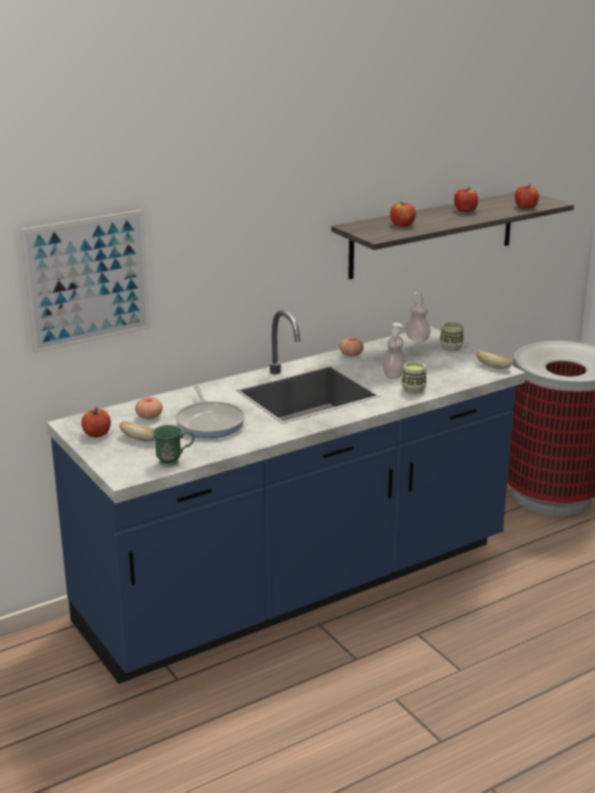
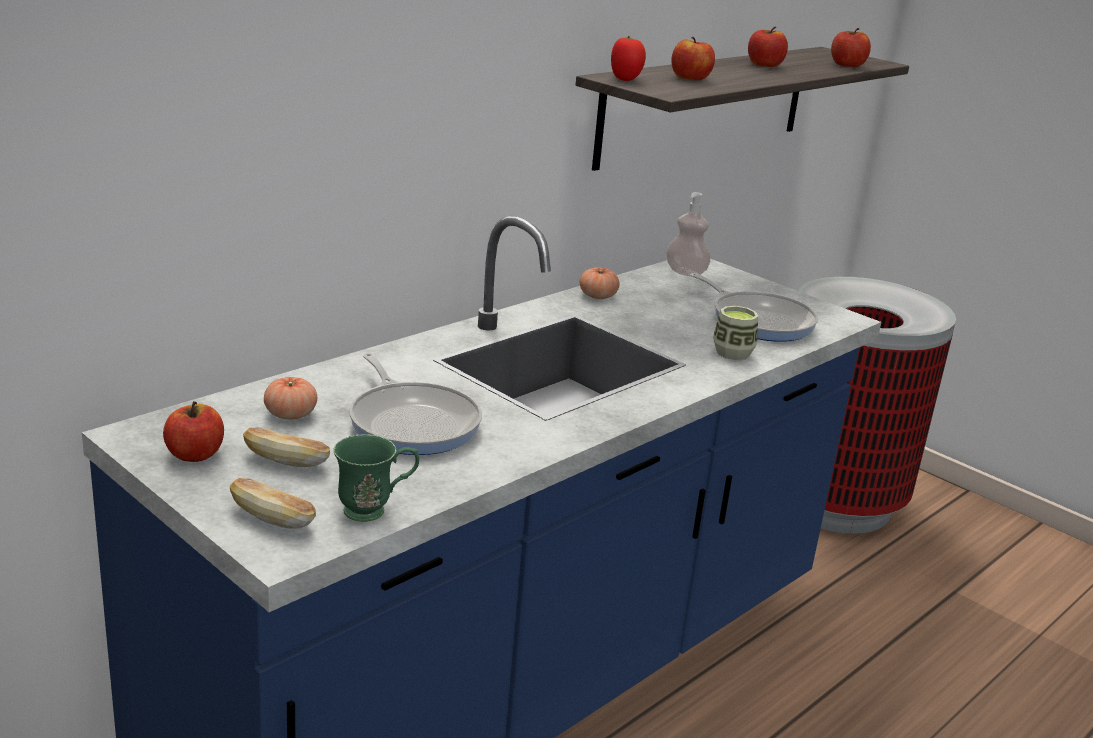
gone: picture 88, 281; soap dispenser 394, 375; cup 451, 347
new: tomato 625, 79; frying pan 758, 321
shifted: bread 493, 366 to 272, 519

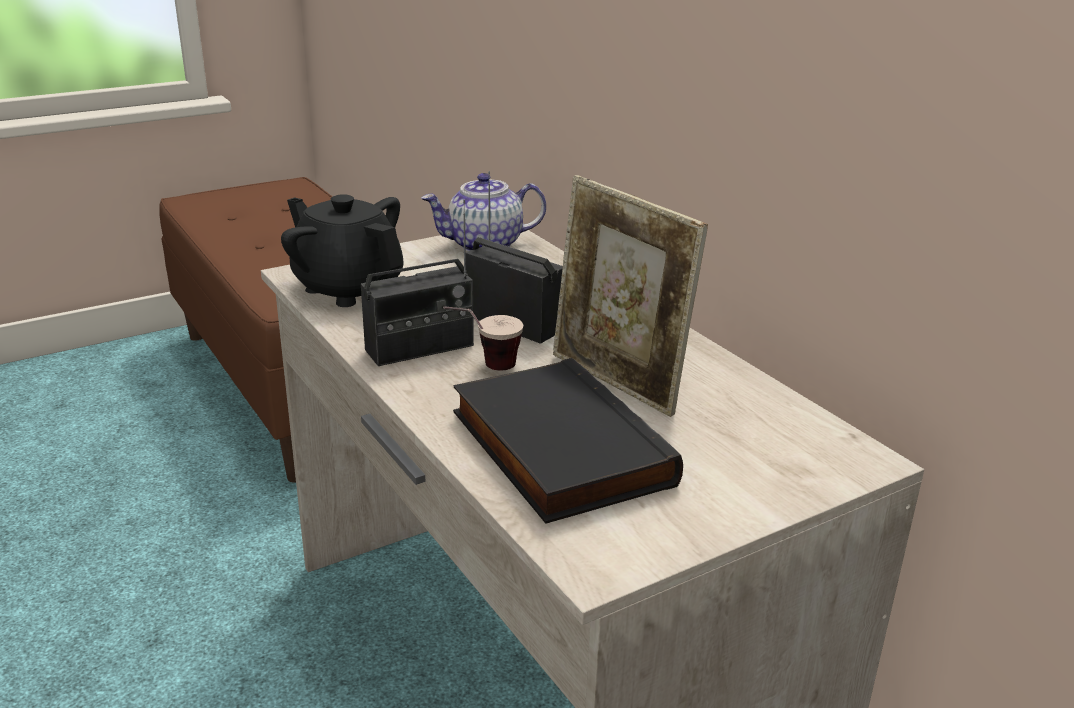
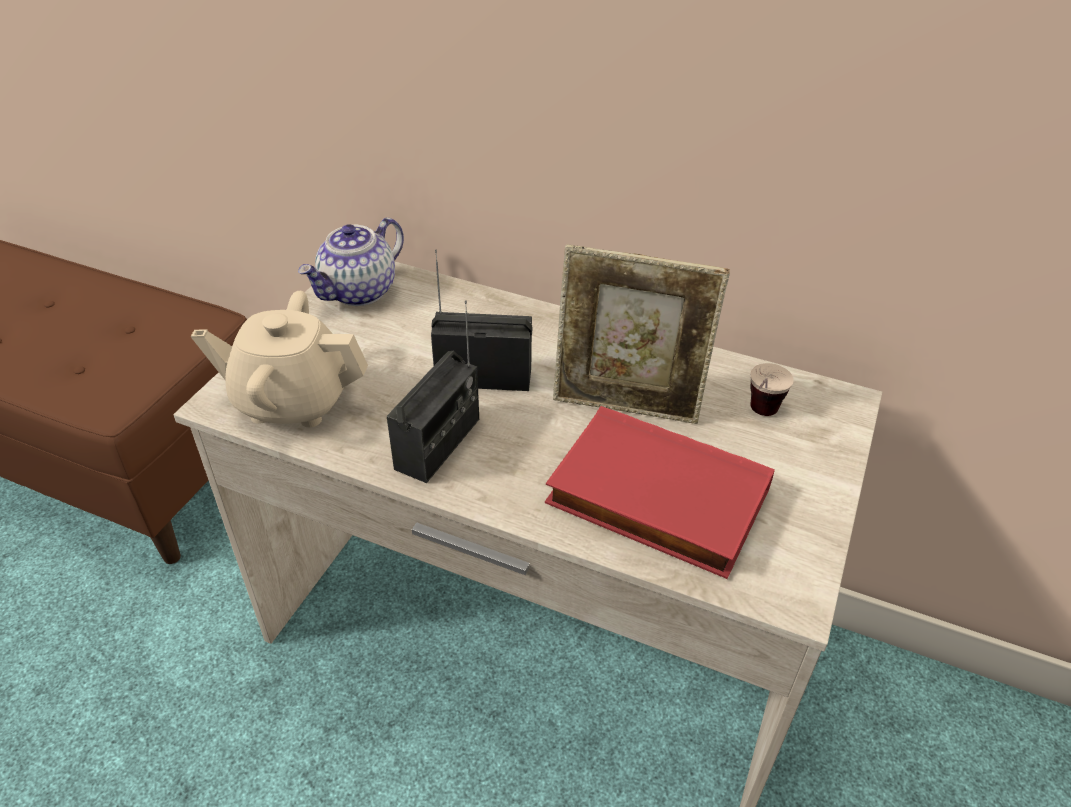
shifted: cup 483, 368 to 758, 417
repainted: black teapot 348, 288 to beige teapot 292, 400; black book 555, 448 to red book 654, 499

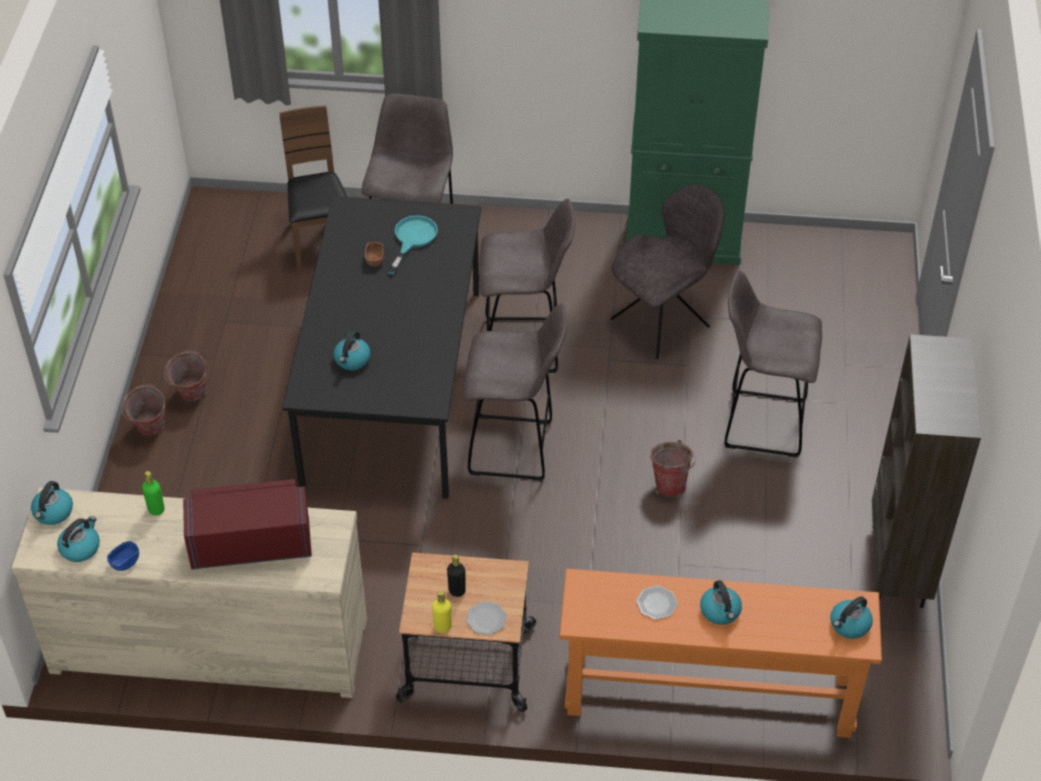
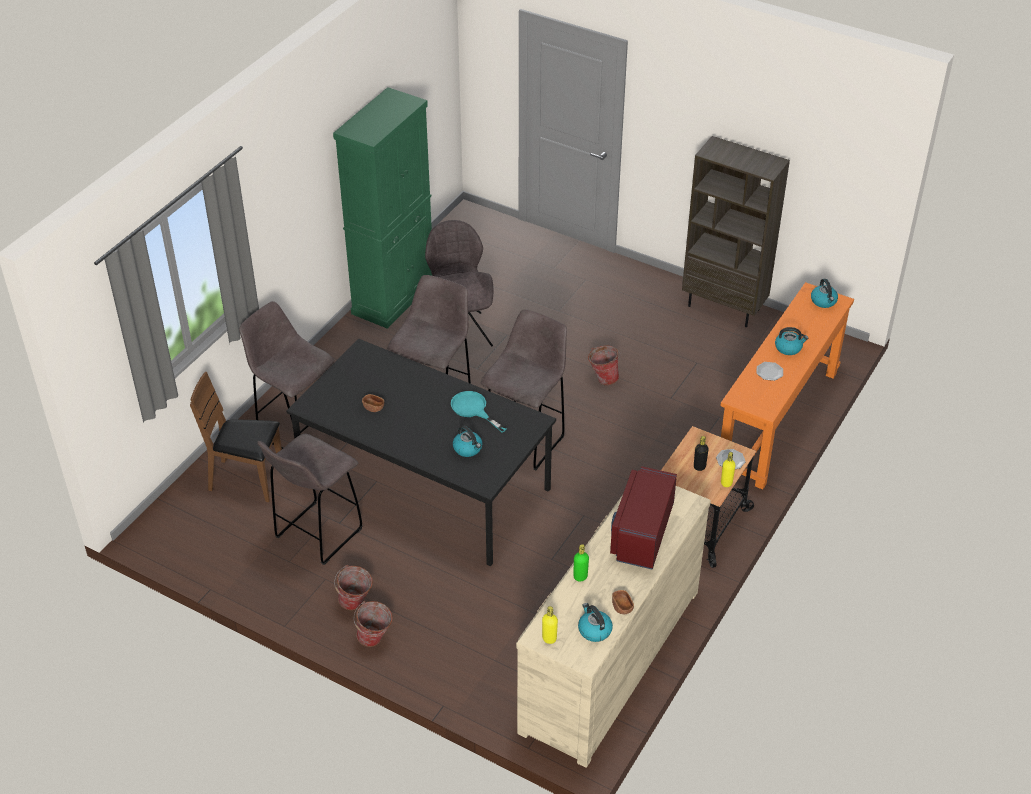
shifted: grey stool 761, 423 to 317, 534; turquoise frying pan 412, 239 to 473, 409
swapped: kettle 53, 512 to yellow bottle 549, 638
repainted: blue bowl 125, 562 to brown bowl 622, 607

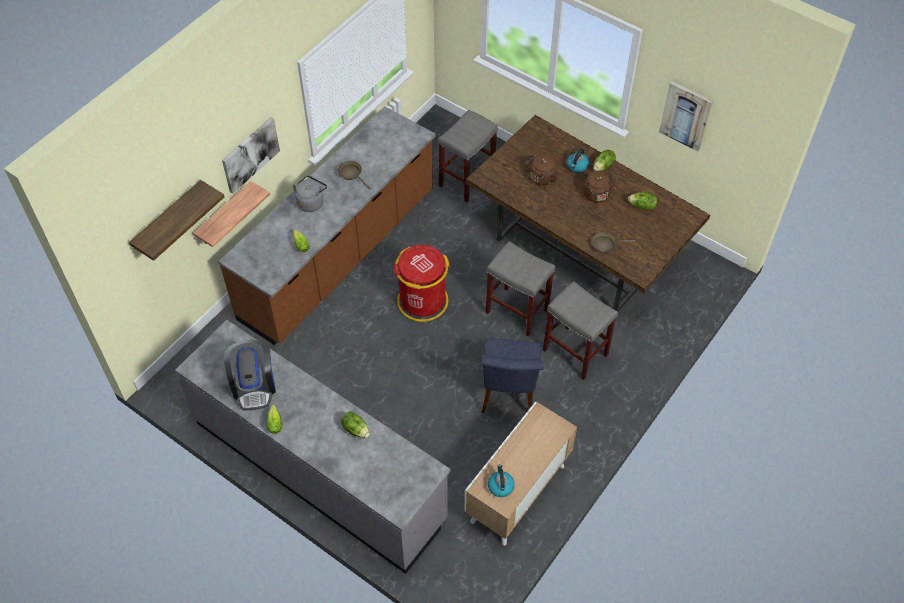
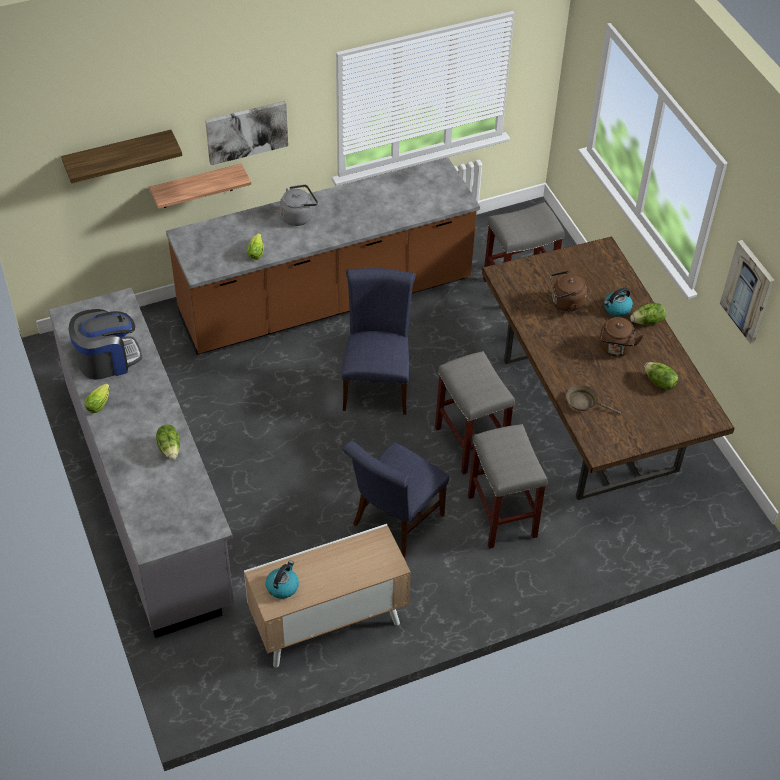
gone: brown frying pan 351, 174
swapped: red trash can 422, 301 to blue chair 376, 385
rotated: coffee machine 254, 386 = 107, 359 135 degrees counterclockwise

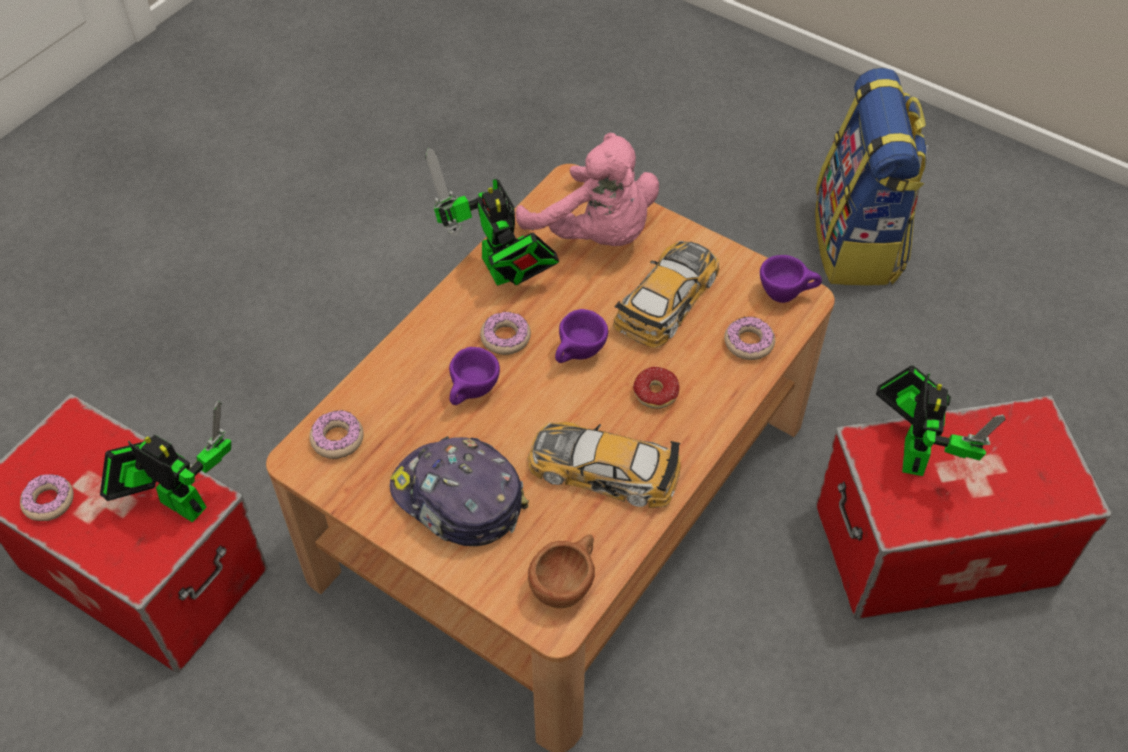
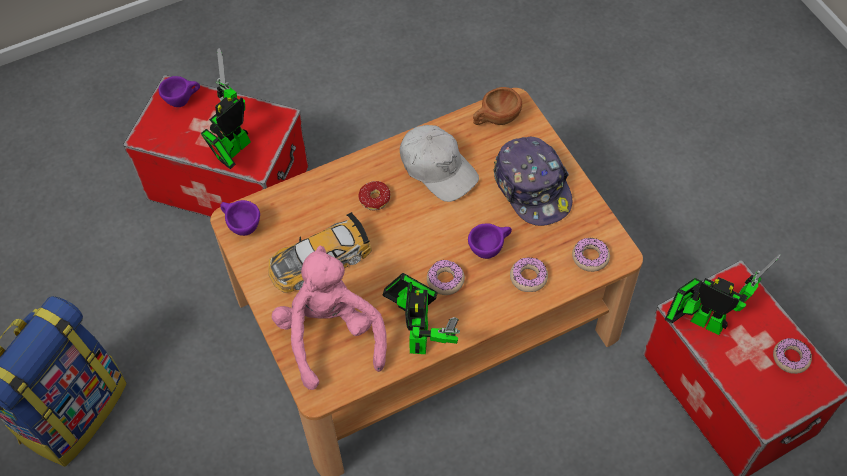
shifted: purple cup 578, 356 to 183, 100; donut 748, 343 to 528, 277
swapped: toy car 602, 469 to white cap 438, 168
rotated: toy robot 177, 501 = 702, 320 150 degrees clockwise

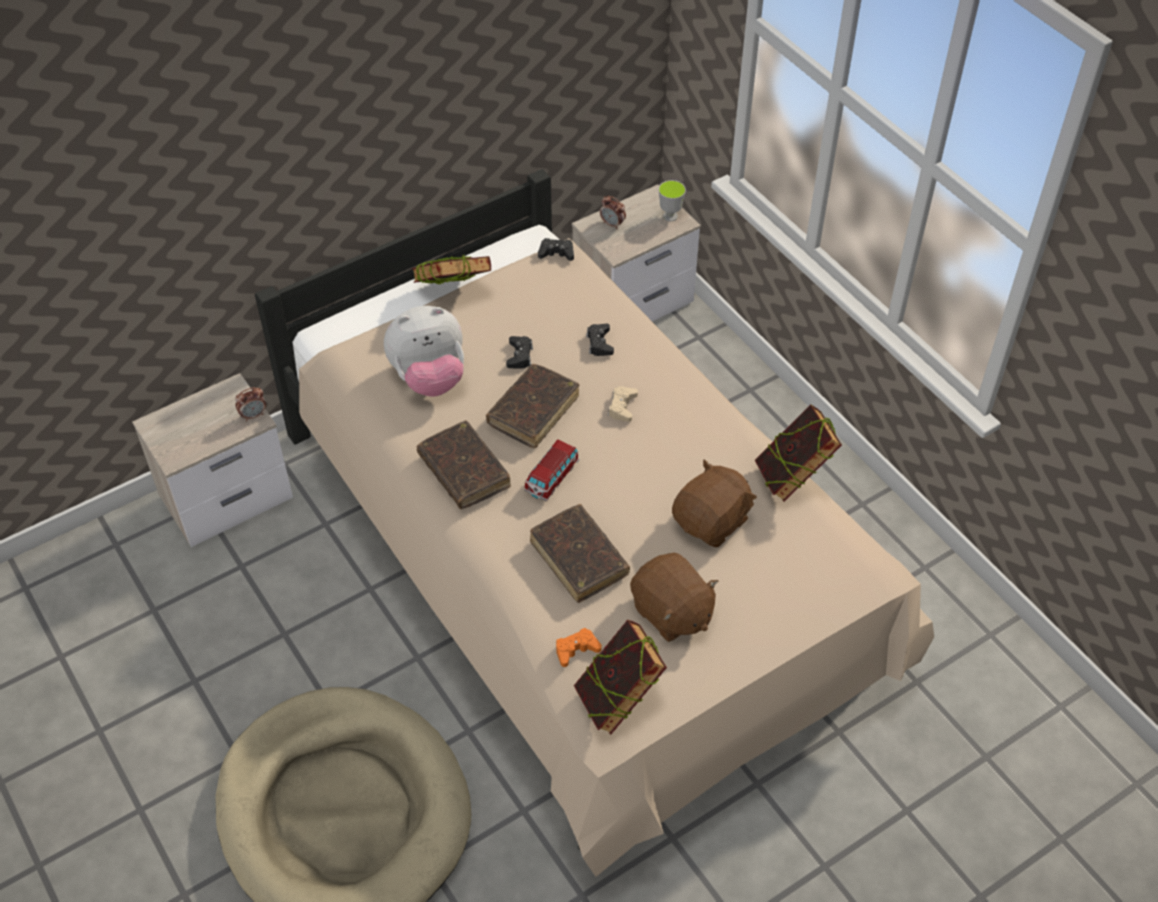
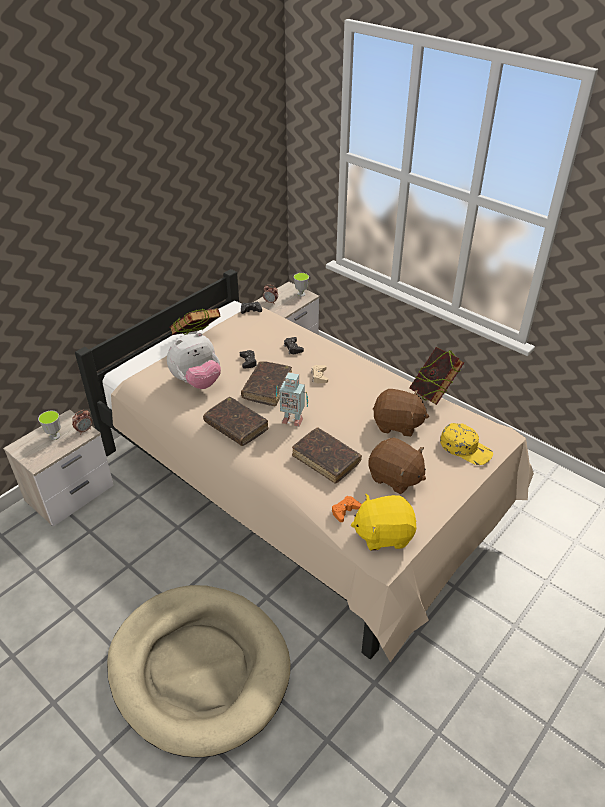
new: cup 54, 436; yellow cap 466, 448
swapped: toy car 552, 478 to toy robot 292, 419; book 618, 699 to yellow plush toy 383, 534
rotated: brown plush toy 712, 521 = 397, 424 75 degrees clockwise

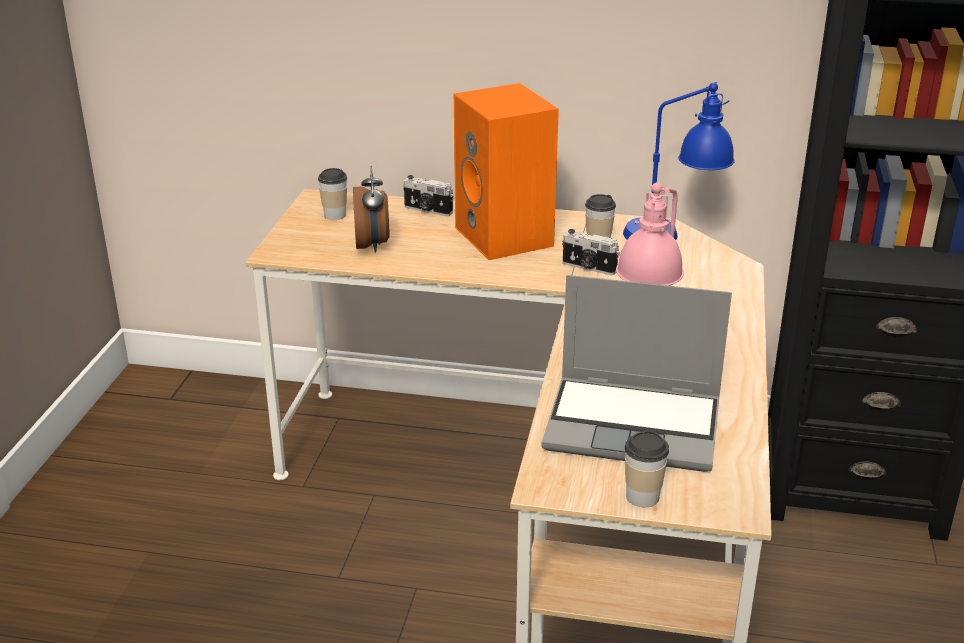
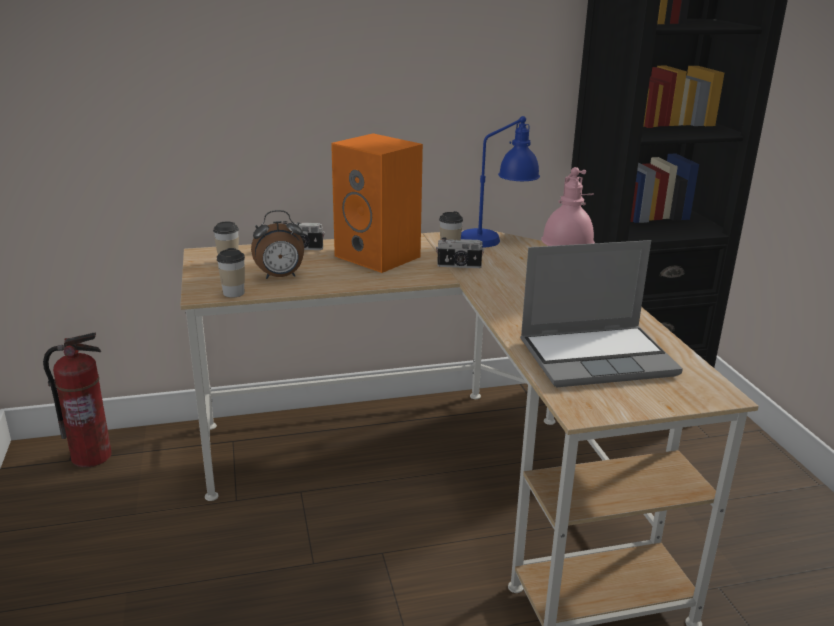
new: fire extinguisher 92, 456
shifted: cup 642, 497 to 233, 293
rotated: alarm clock 372, 245 = 280, 277 105 degrees clockwise

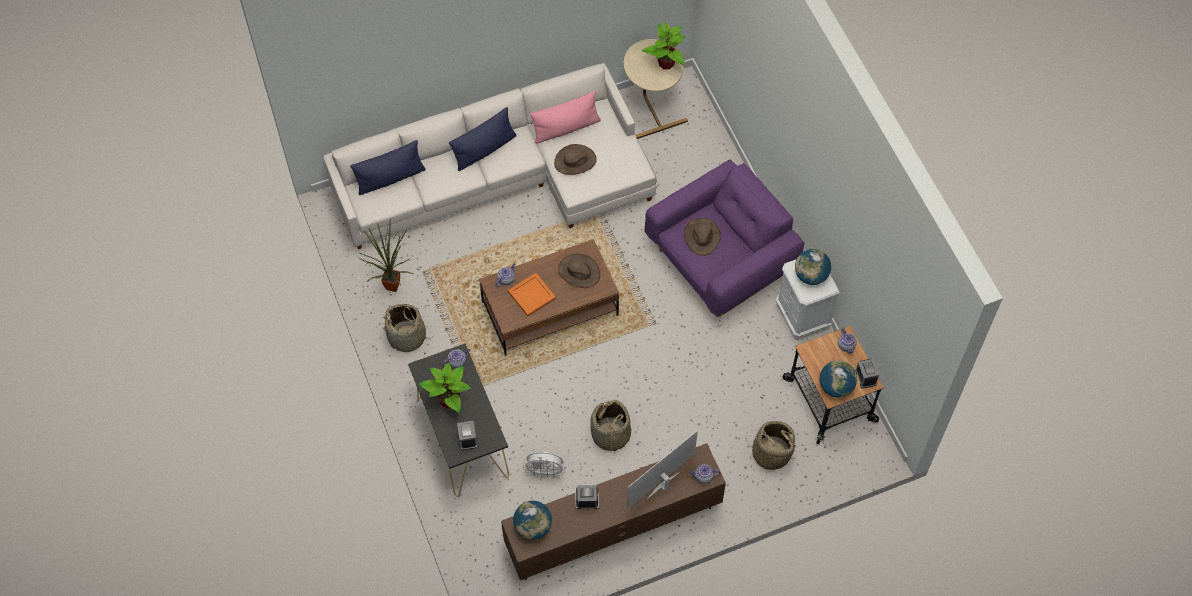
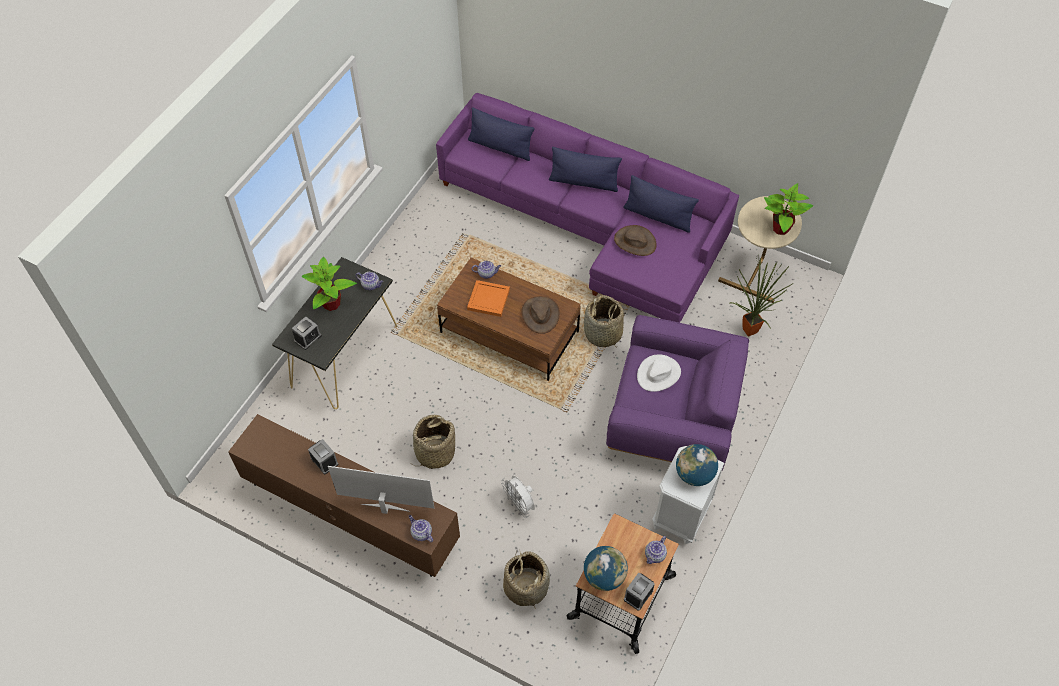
gone: globe 533, 527
shifted: white fan 545, 472 to 520, 505; basket 407, 337 to 603, 334; potted plant 390, 285 to 748, 328
repainted: white sofa 504, 178 to purple sofa 592, 225; pink pillow 566, 128 to blue pillow 658, 216; brown hat 702, 237 to white hat 658, 374

